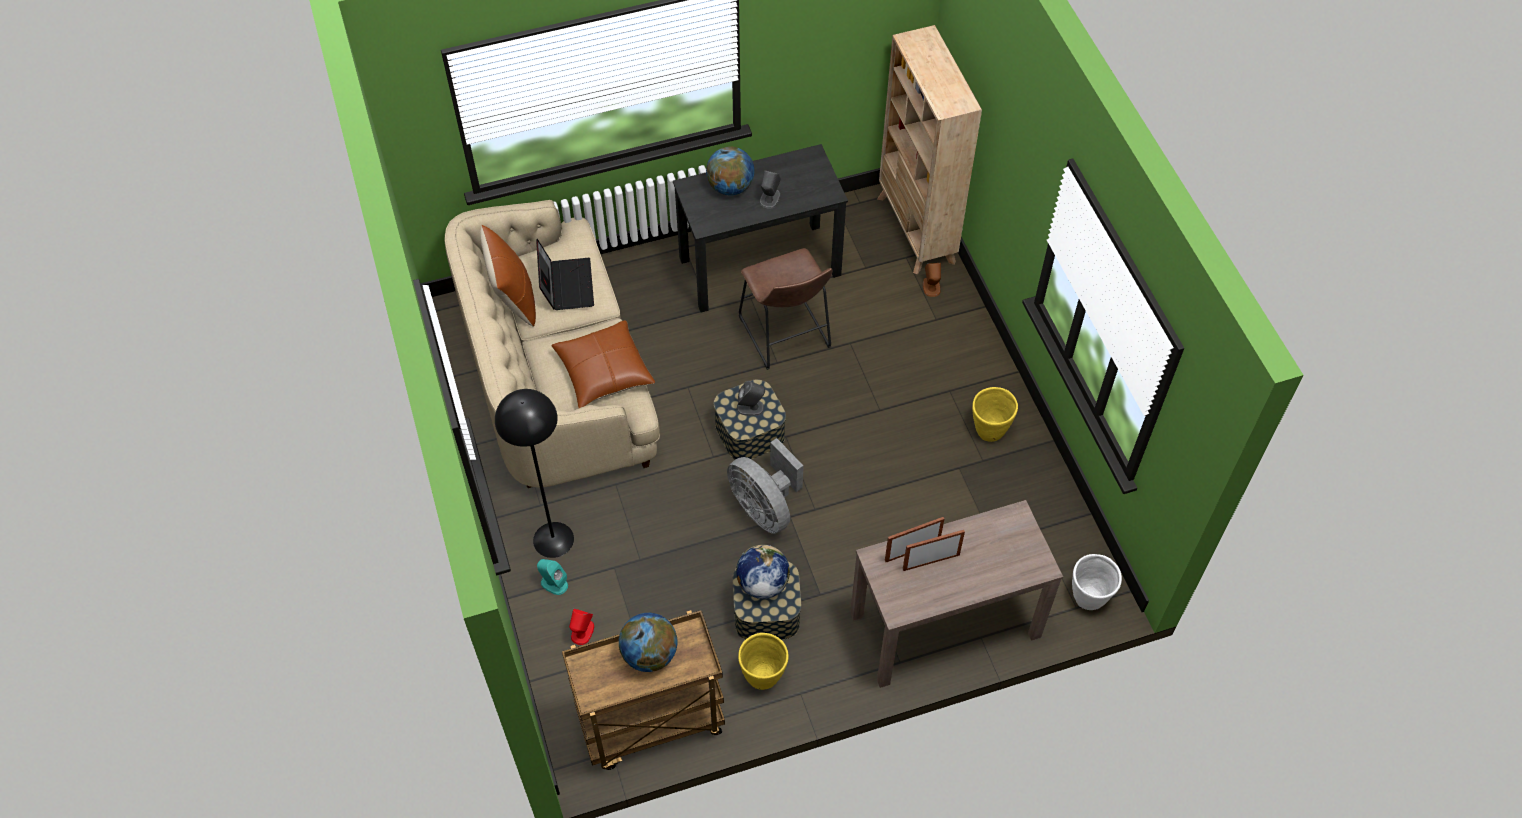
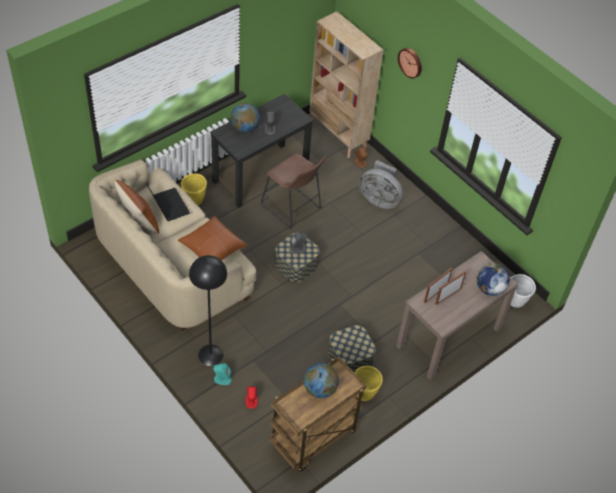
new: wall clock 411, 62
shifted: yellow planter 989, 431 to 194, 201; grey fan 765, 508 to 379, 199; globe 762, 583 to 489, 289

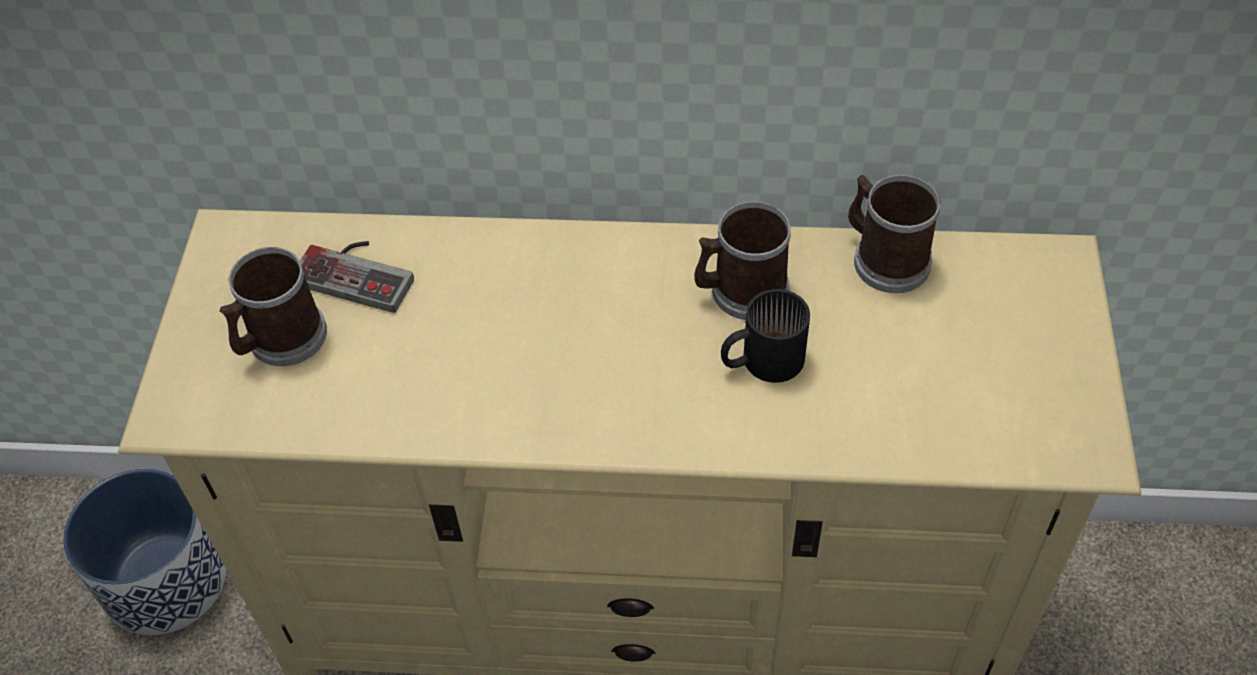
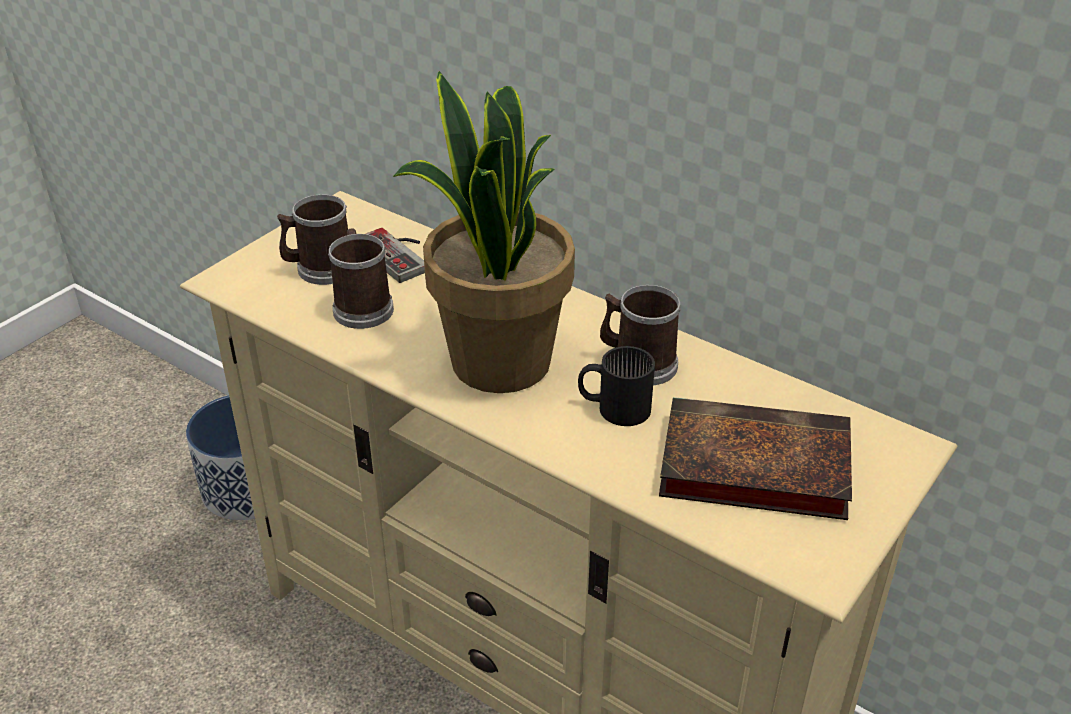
new: potted plant 498, 362; book 749, 467
shifted: mug 884, 258 to 362, 306

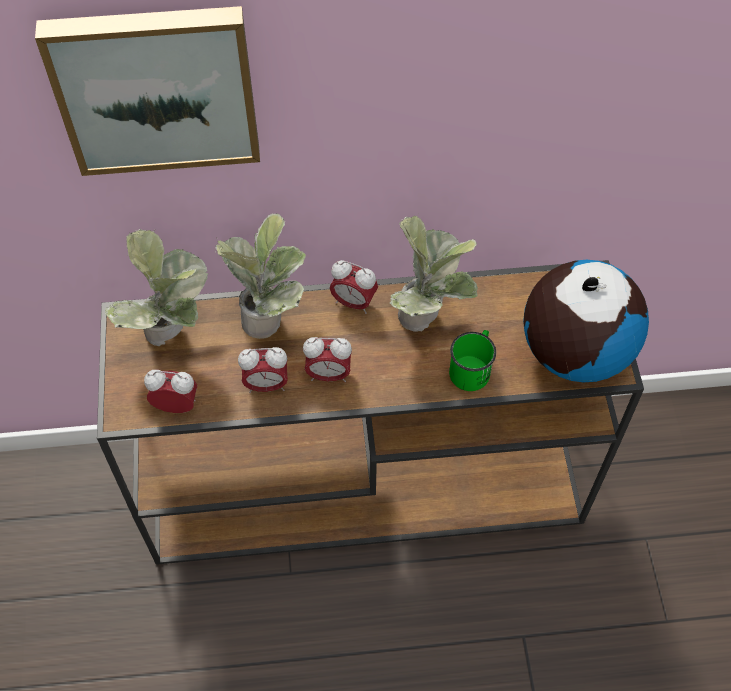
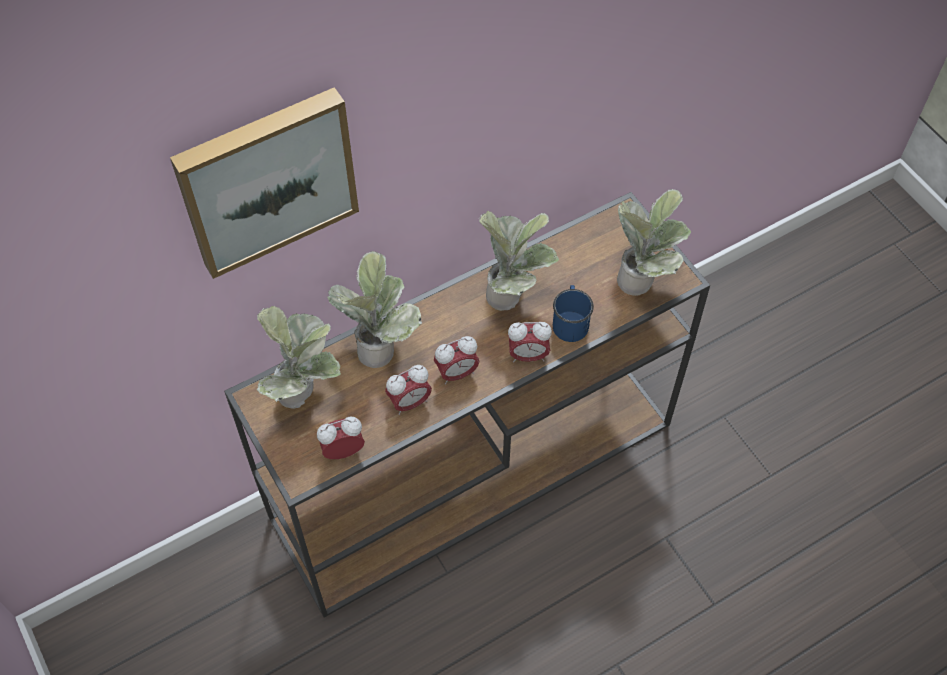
shifted: alarm clock 353, 302 to 528, 355
swapped: globe 573, 352 to potted plant 642, 277
repainted: green mug 472, 368 to blue mug 570, 321

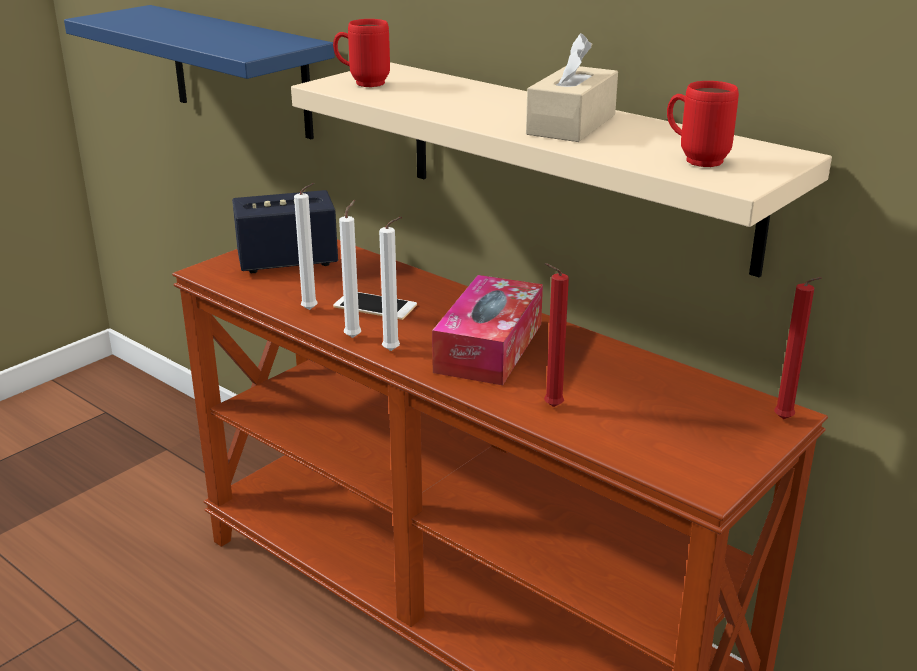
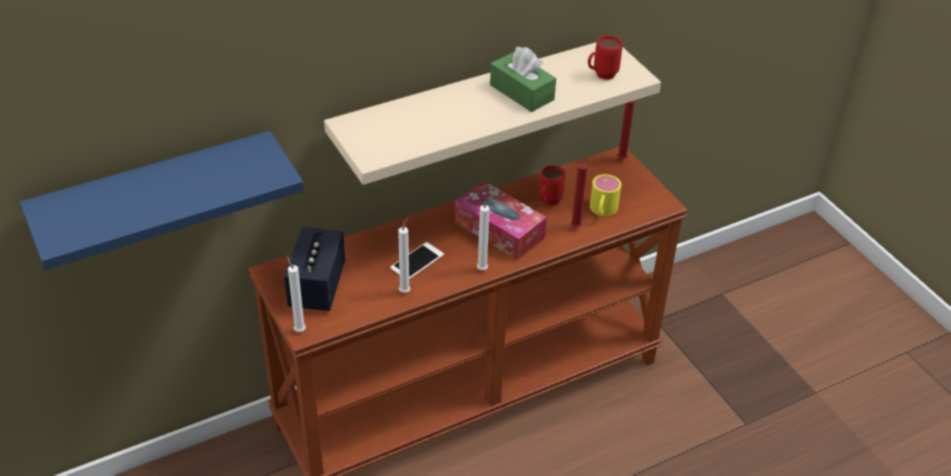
new: yellow mug 602, 211
shifted: white candle 354, 336 to 299, 329; red mug 362, 83 to 548, 203
repainted: beige tissue box 571, 124 to green tissue box 521, 92

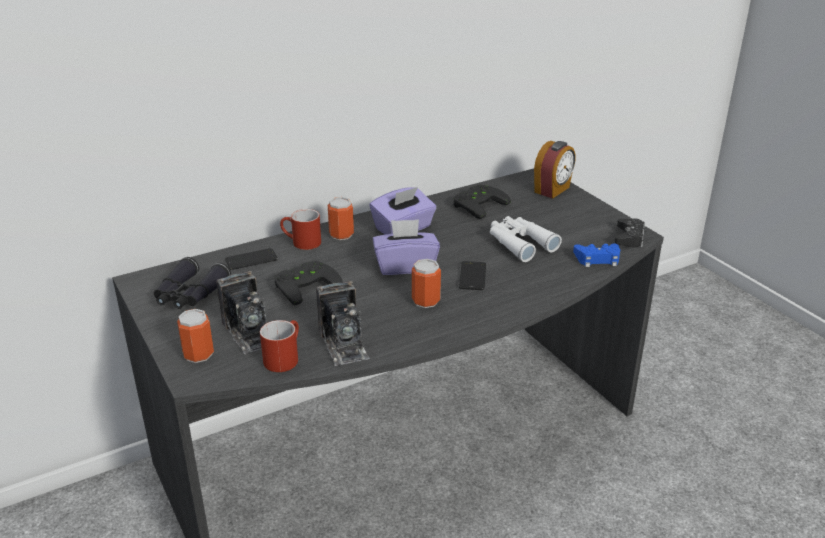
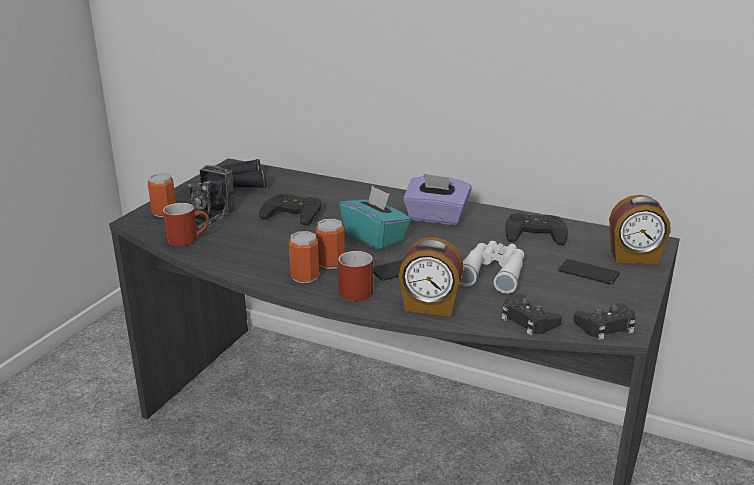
gone: photo camera 344, 344
new: alarm clock 430, 306
shifted: can 341, 234 to 305, 276; red mug 301, 243 to 351, 289; phone 251, 260 to 588, 272
repainted: purple tissue box 405, 266 to turquoise tissue box 375, 237; blue game controller 597, 259 to black game controller 528, 321

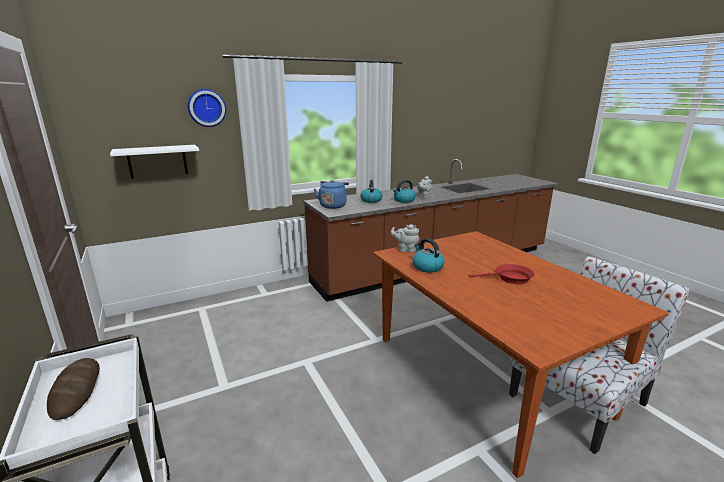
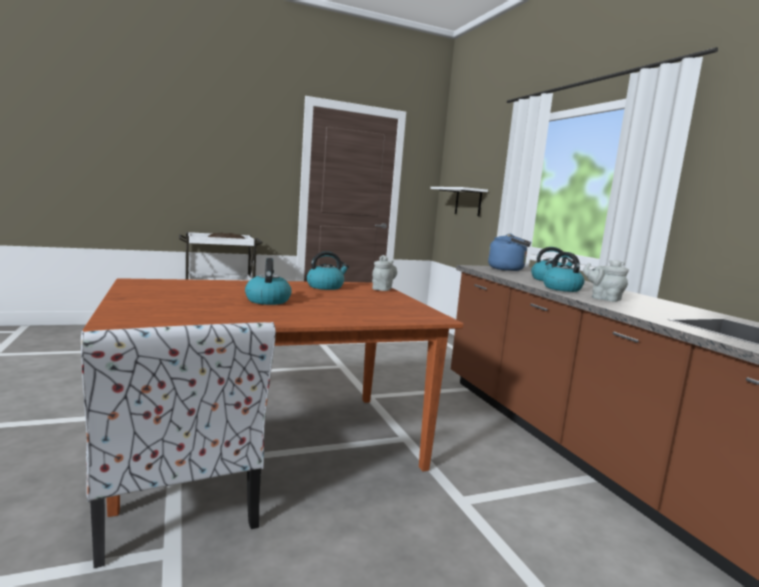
gone: wall clock 206, 108
swapped: red frying pan 510, 278 to kettle 267, 300

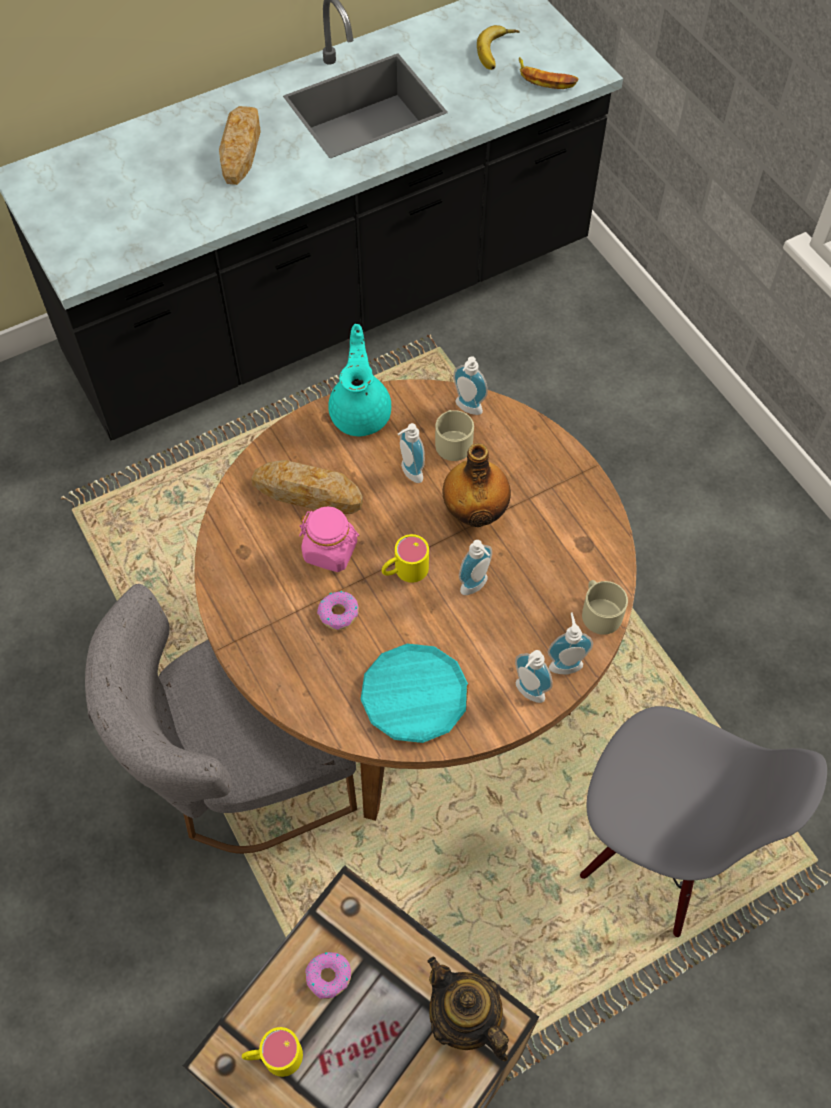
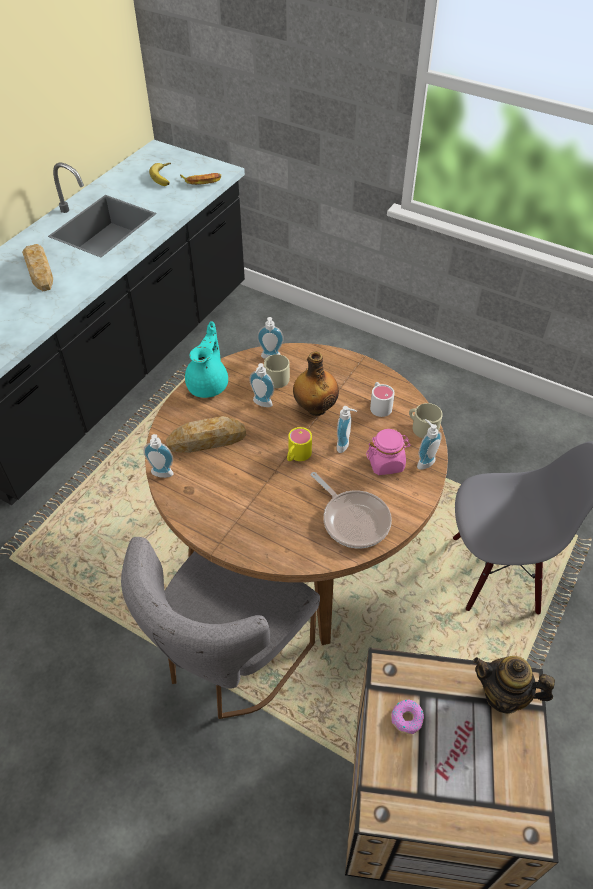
gone: yellow mug 273, 1056; donut 339, 613
new: white mug 379, 405
shifted: soap dispenser 527, 694 to 161, 475; pink jar 330, 551 to 386, 463
swapped: turquoise plate 414, 696 to frying pan 353, 519
rotated: turquoise teapot 361, 412 = 209, 384 45 degrees clockwise

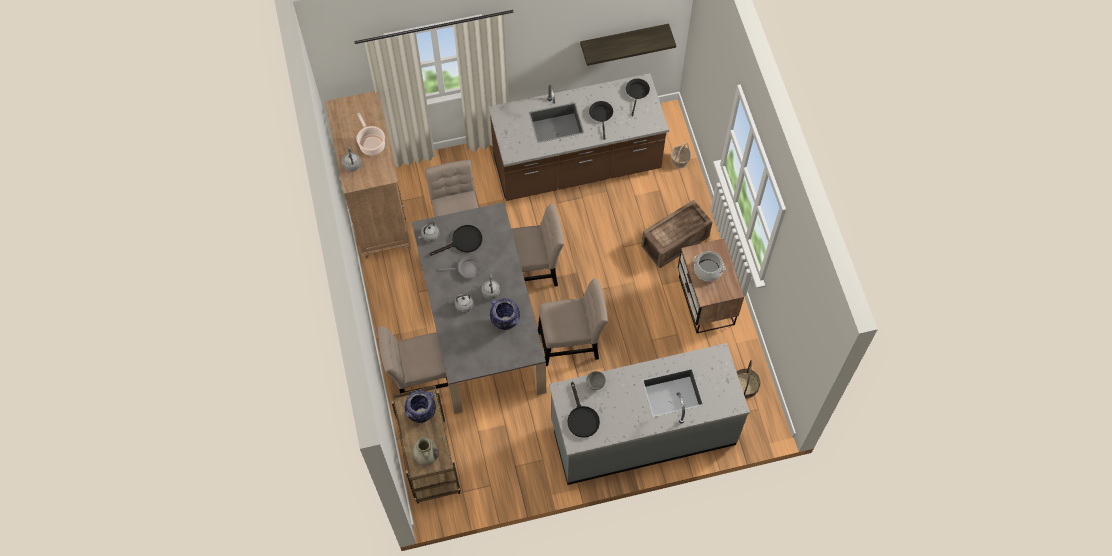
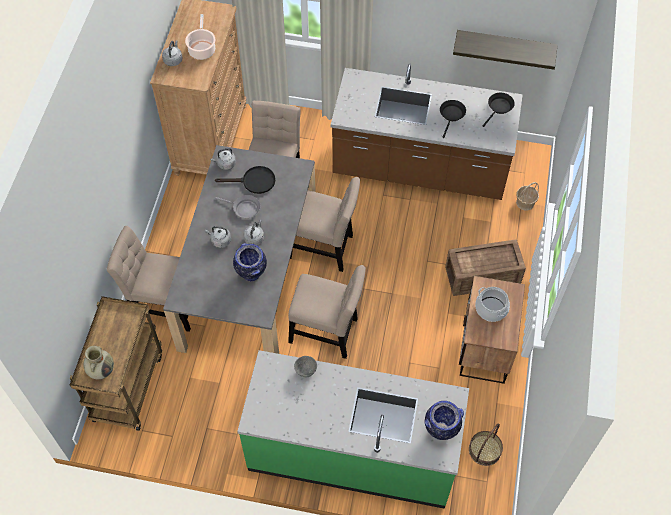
gone: black frying pan 581, 418
shifted: vase 422, 415 to 441, 431
repainted: grey counter 642, 432 to green counter 352, 451

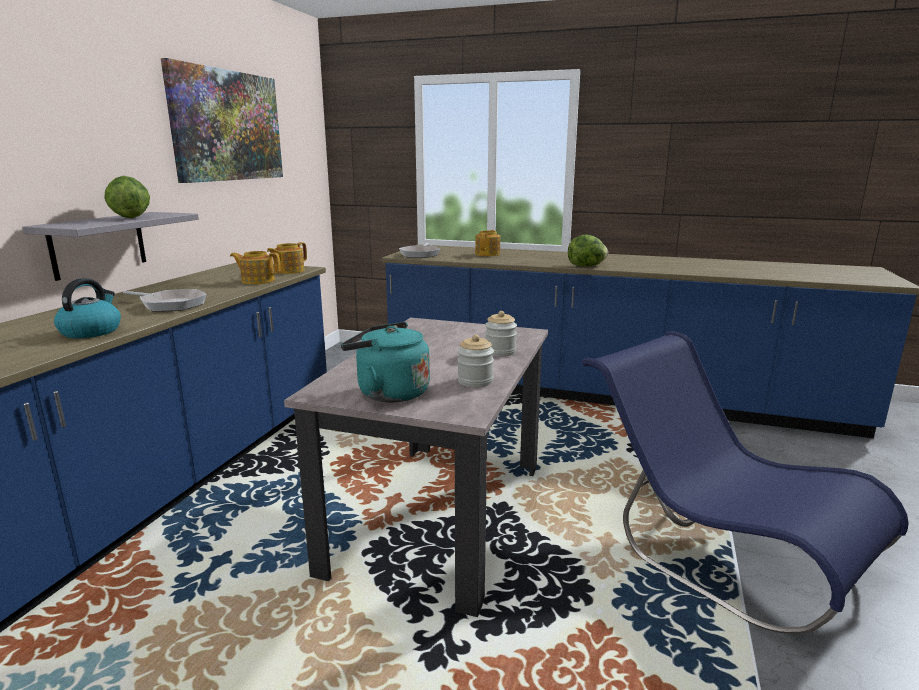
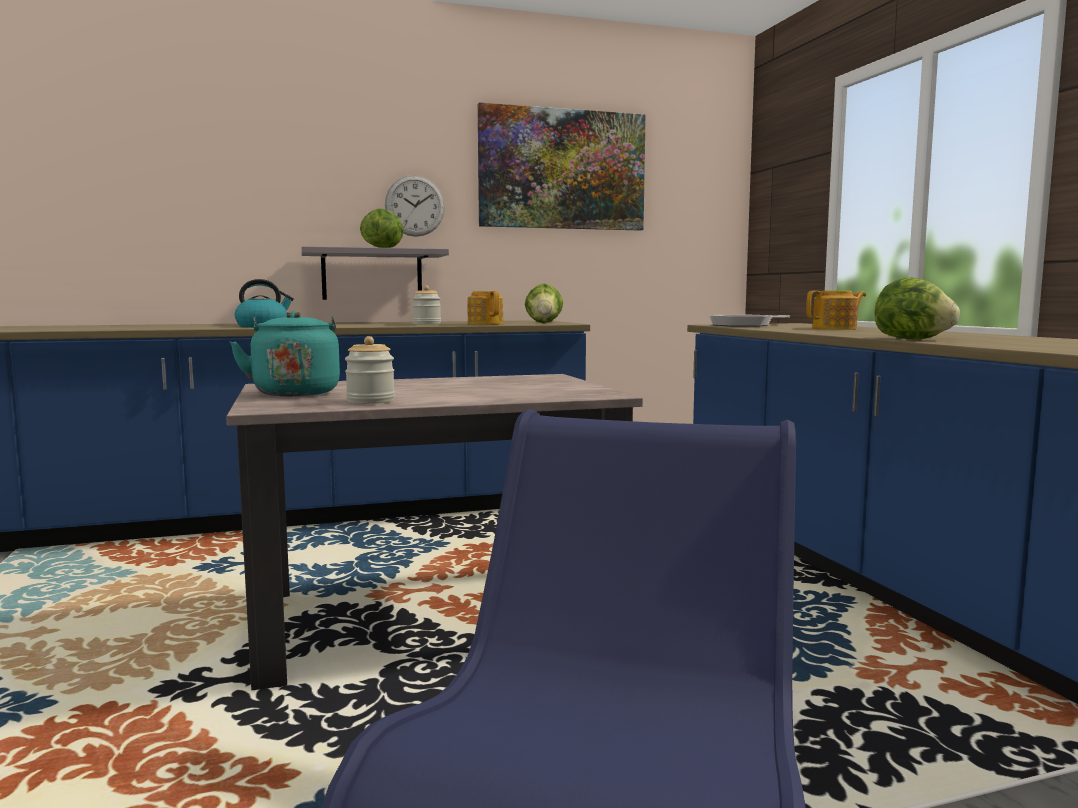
gone: frying pan 170, 304
new: wall clock 415, 206
shifted: jar 500, 352 to 427, 324
swapped: teapot 288, 271 to lettuce 544, 323

